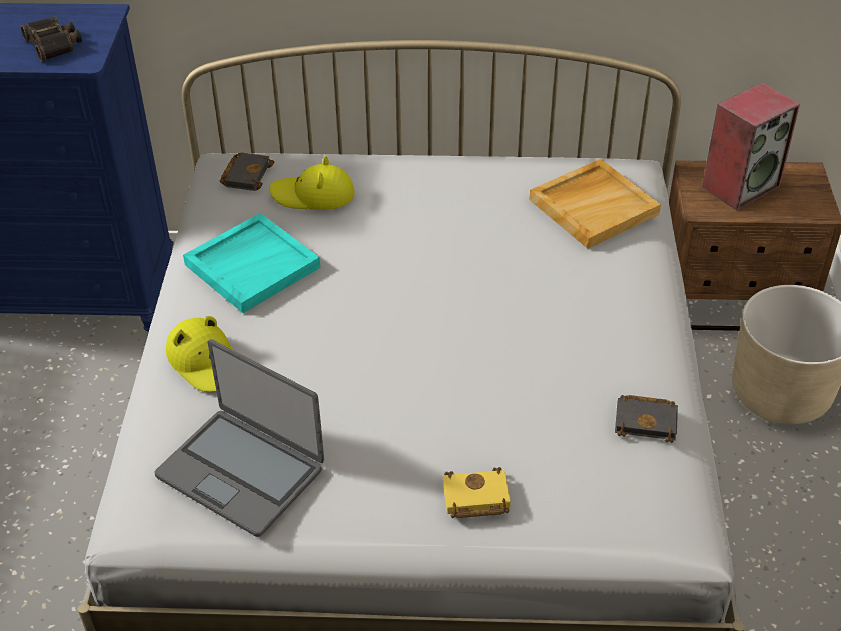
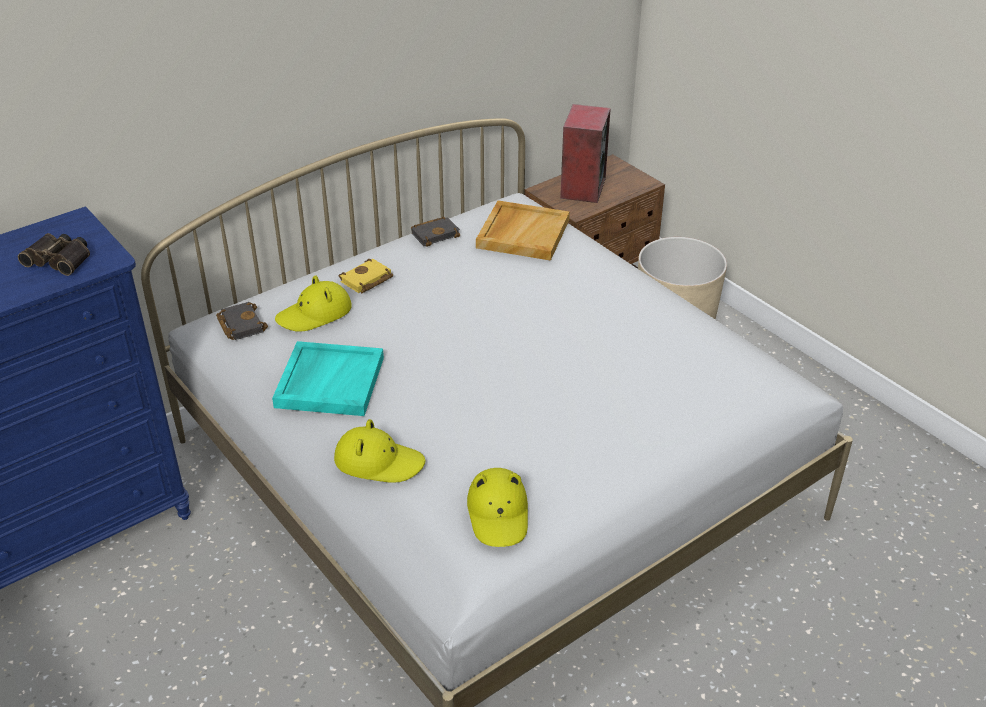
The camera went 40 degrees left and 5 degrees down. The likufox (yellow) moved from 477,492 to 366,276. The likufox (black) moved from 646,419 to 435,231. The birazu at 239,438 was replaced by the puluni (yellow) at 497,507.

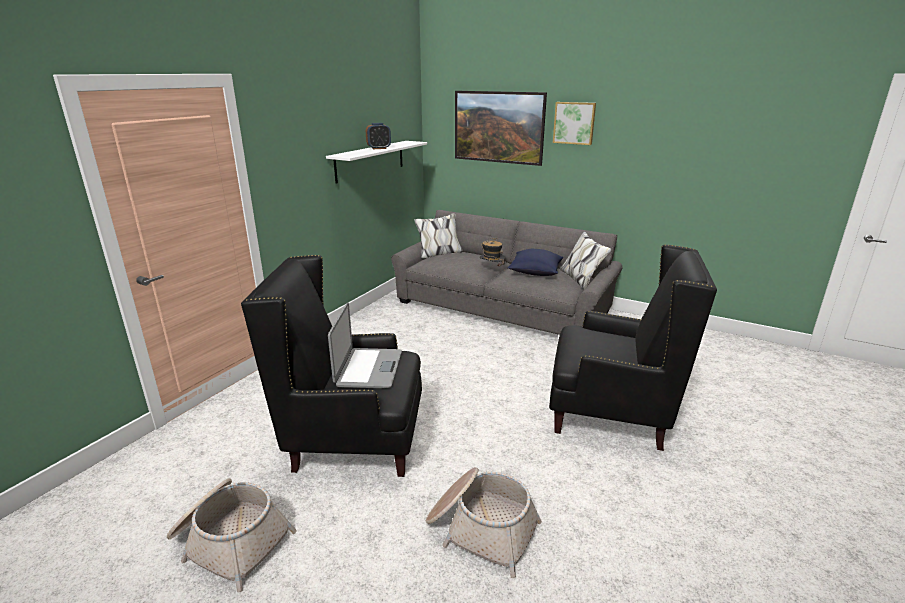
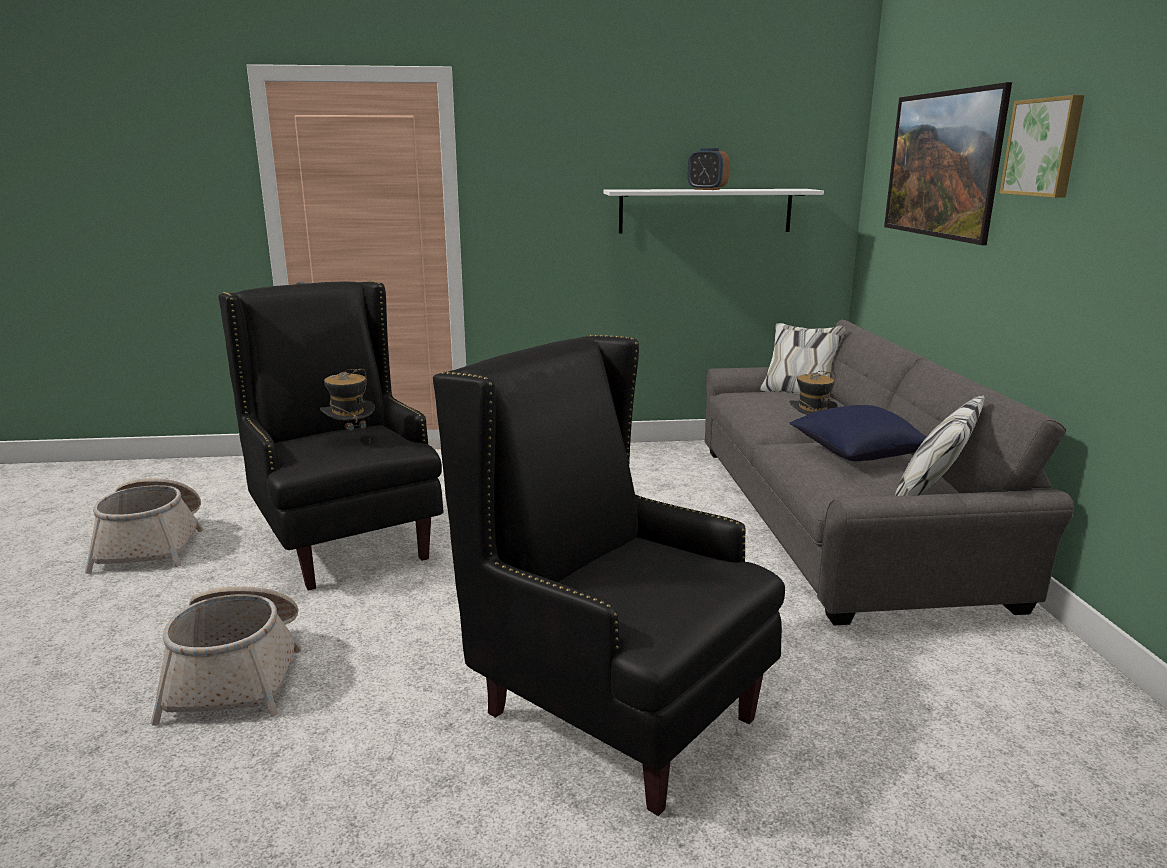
The camera went 55 degrees right and 5 degrees down. The birazu at 365,346 was replaced by the puluni at 347,405. The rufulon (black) at 633,347 turned 150 degrees clockwise.

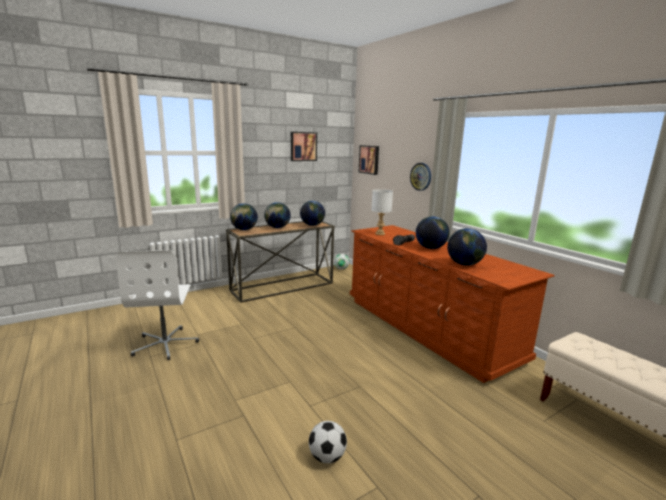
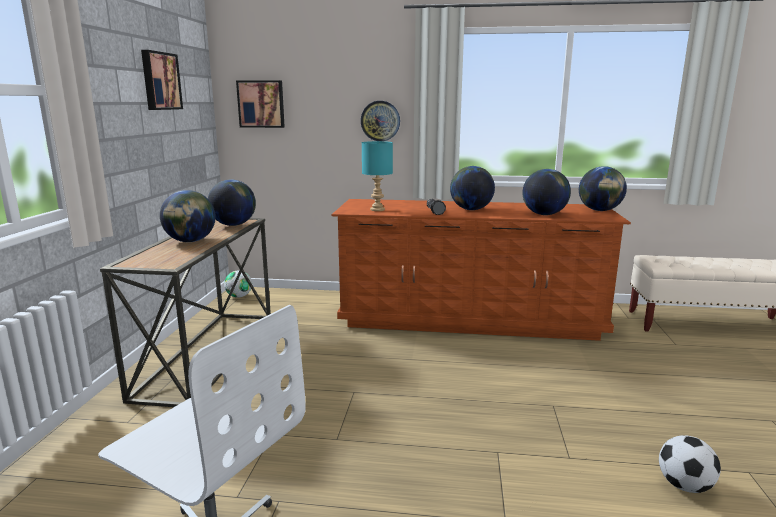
The camera went 50 degrees left and 0 degrees up. The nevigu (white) at 382,212 became the nevigu (turquoise) at 377,176. The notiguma moved from 244,216 to 603,188.

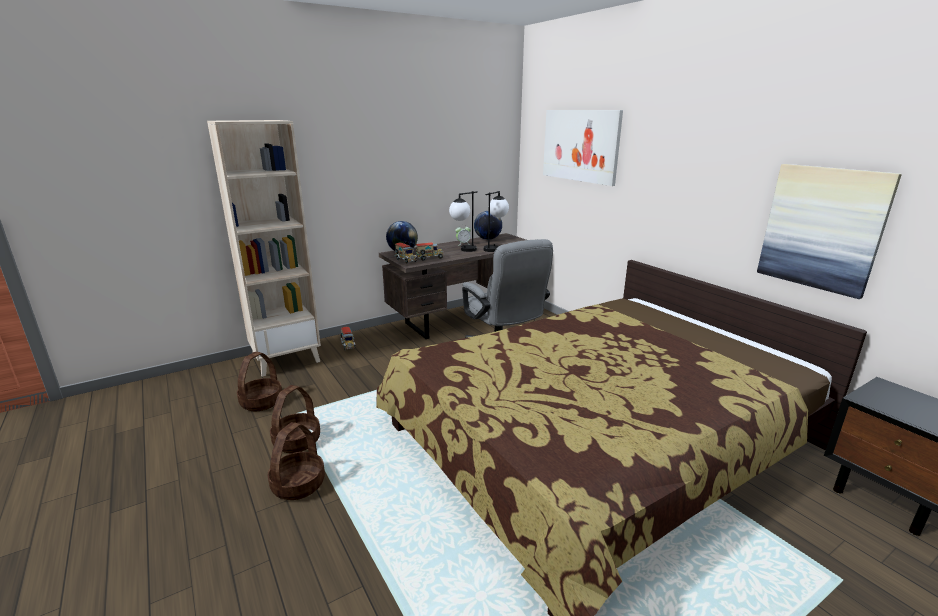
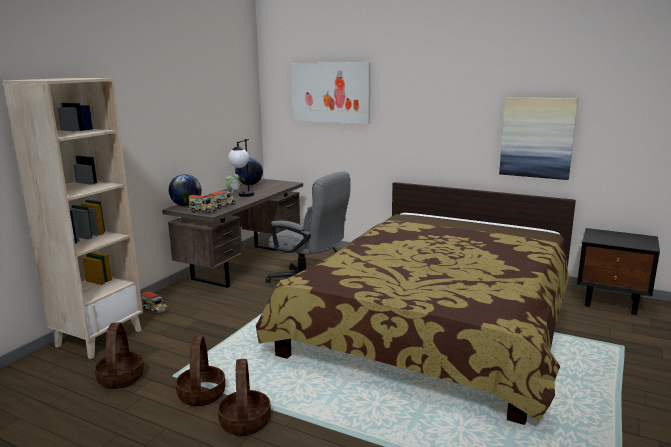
The camera went 30 degrees left and 5 degrees down. The nevigu at 496,221 disappeared.

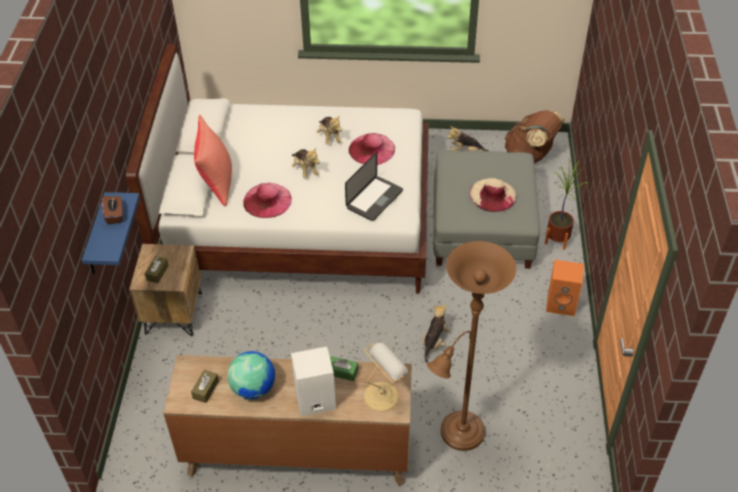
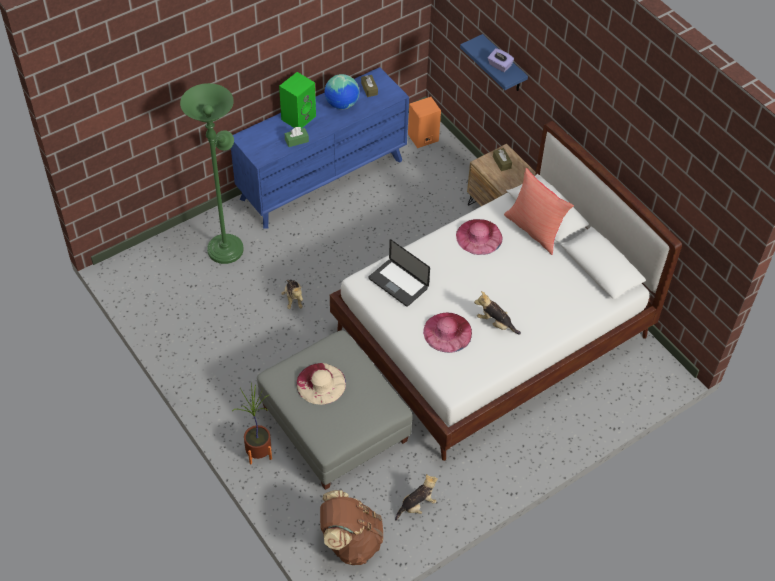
The camera went 140 degrees right and 5 degrees up. The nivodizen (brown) at 471,346 became the nivodizen (green) at 212,173. The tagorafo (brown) at 287,421 became the tagorafo (blue) at 320,148. The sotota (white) at 313,381 became the sotota (green) at 297,100. The birazu at 374,186 turned 45 degrees counterclockwise. The sotota (orange) moved from 565,288 to 424,122. The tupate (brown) at 112,210 became the tupate (purple) at 501,60. The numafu at 306,163 disappeared. The nevigu at 386,377 disappeared.

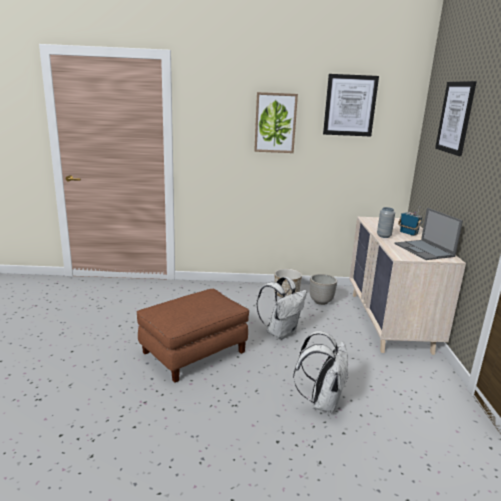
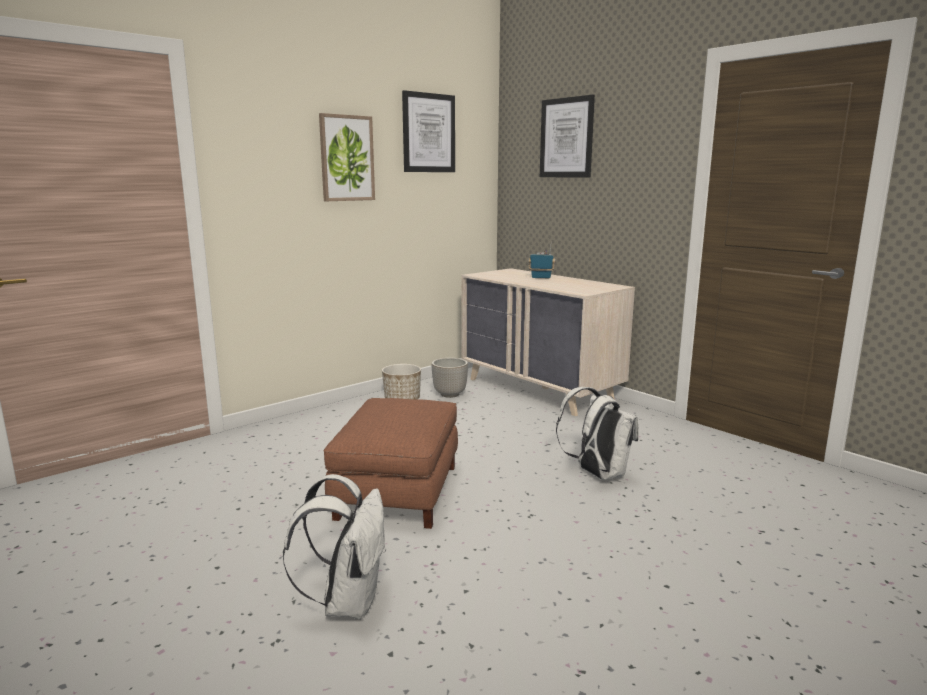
The camera went 40 degrees left and 5 degrees down. The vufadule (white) moved from 281,308 to 334,546. The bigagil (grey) at 386,222 disappeared. The birazu at 428,234 disappeared.

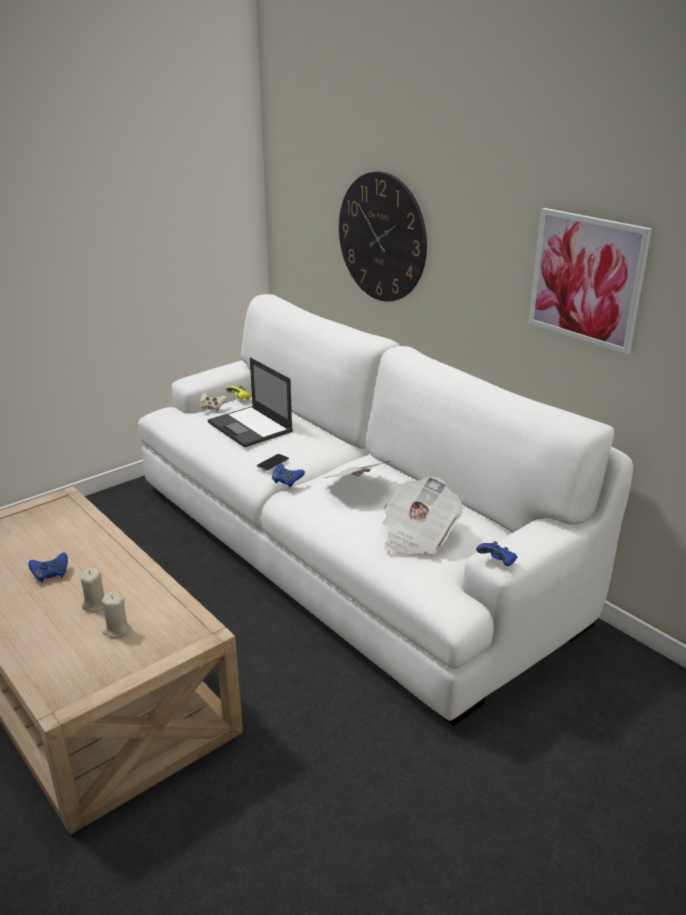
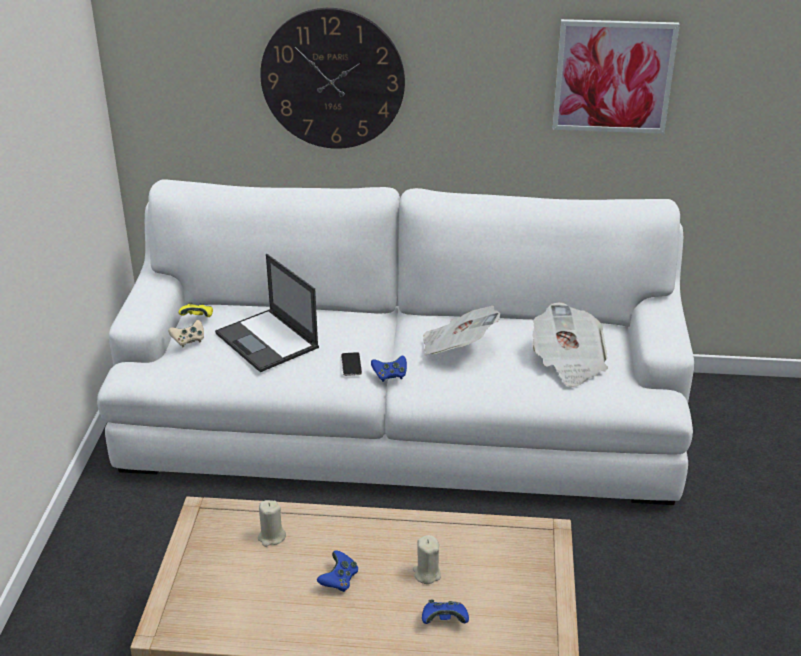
The camera went 45 degrees left and 5 degrees up. The birazu at 250,402 turned 45 degrees clockwise. The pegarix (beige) moved from 116,615 to 272,523. The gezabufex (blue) moved from 496,553 to 445,612.

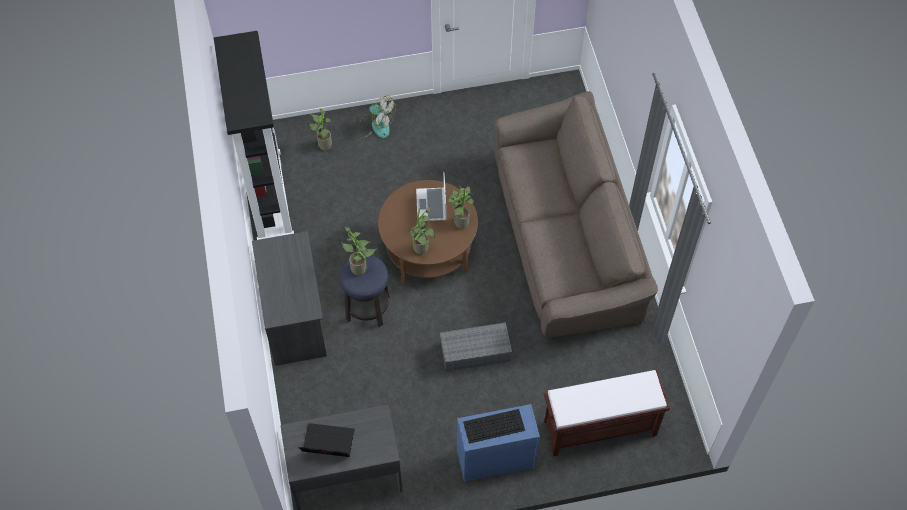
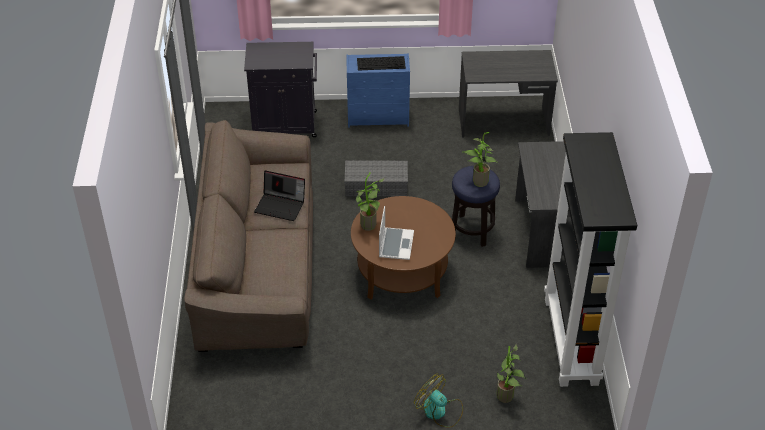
The camera went 170 degrees left and 15 degrees down. The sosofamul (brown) at 607,413 was replaced by the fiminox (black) at 280,89. The birazu moved from 326,440 to 279,195. The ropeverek at 422,230 disappeared.

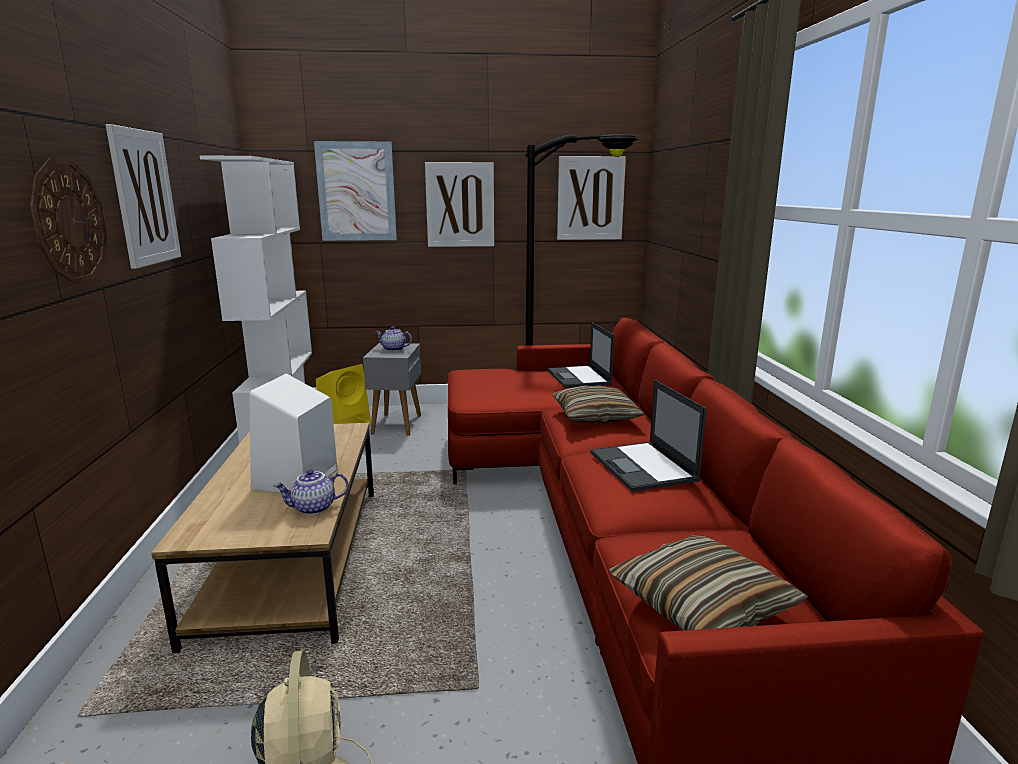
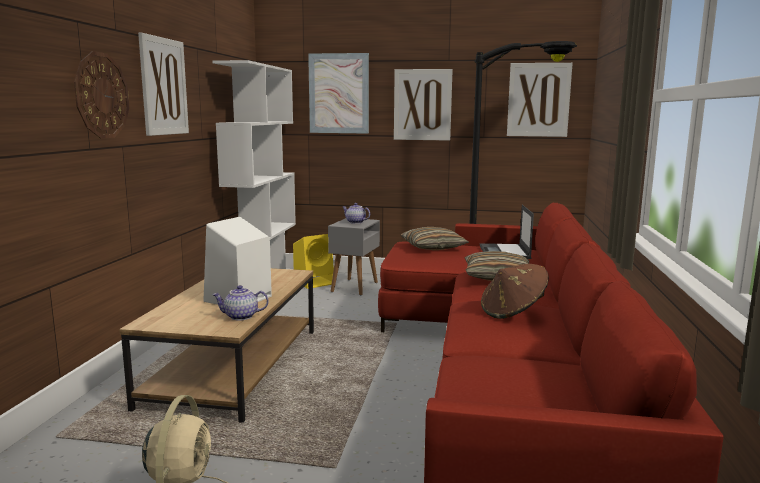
The camera went 15 degrees right and 5 degrees down. The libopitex moved from 708,582 to 434,238. The birazu at 649,436 was replaced by the puluni (brown) at 515,291.

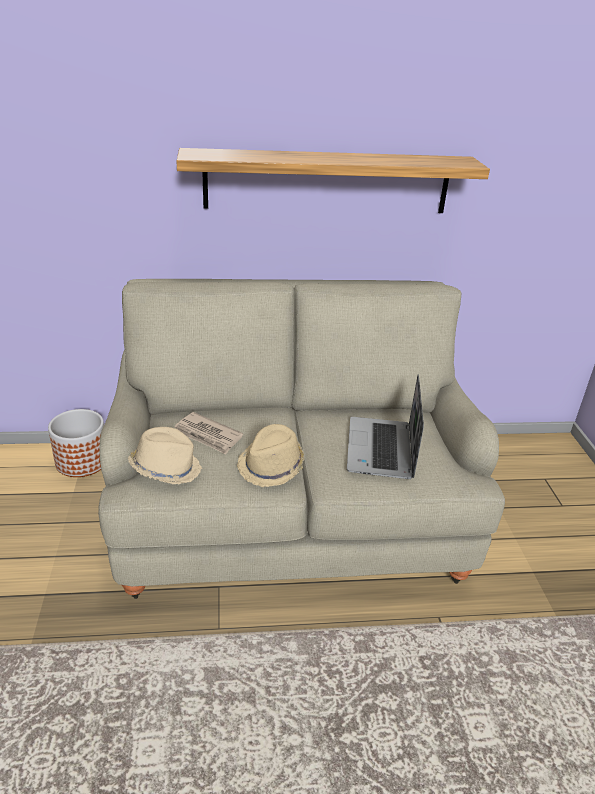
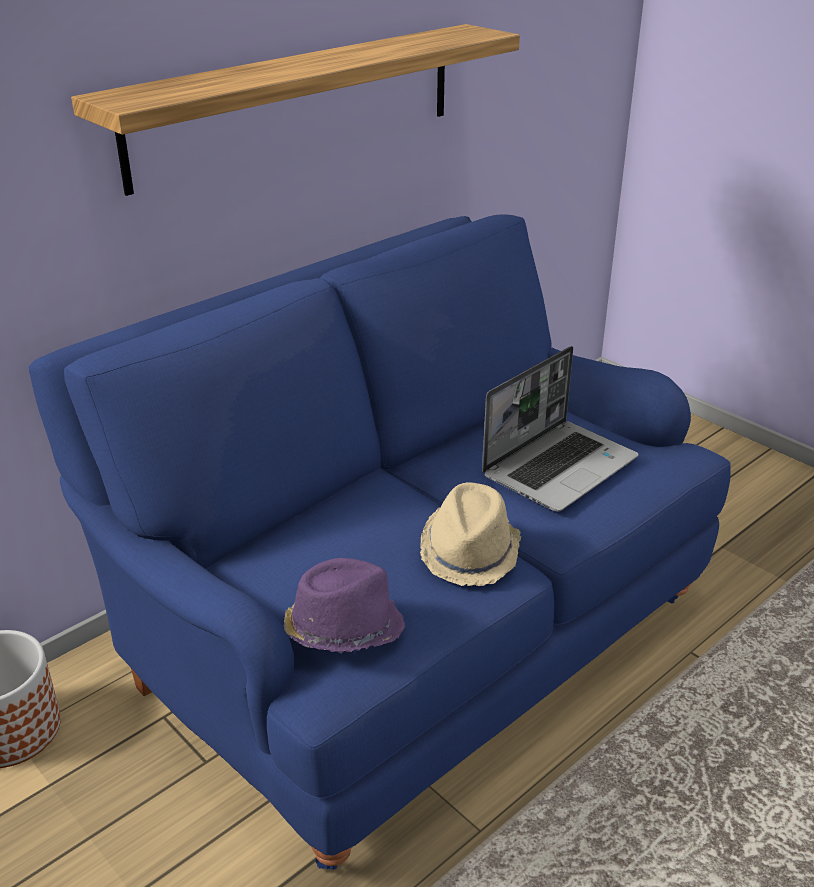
The camera went 35 degrees left and 0 degrees up. The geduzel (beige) at 301,439 became the geduzel (blue) at 379,542. The puluni (beige) at 165,455 became the puluni (purple) at 344,606. The birazu at 385,427 turned 105 degrees counterclockwise. The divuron at 208,433 disappeared.

